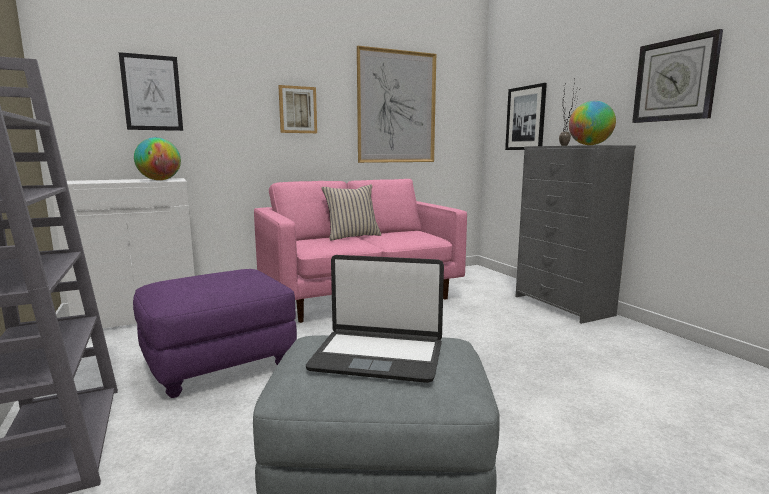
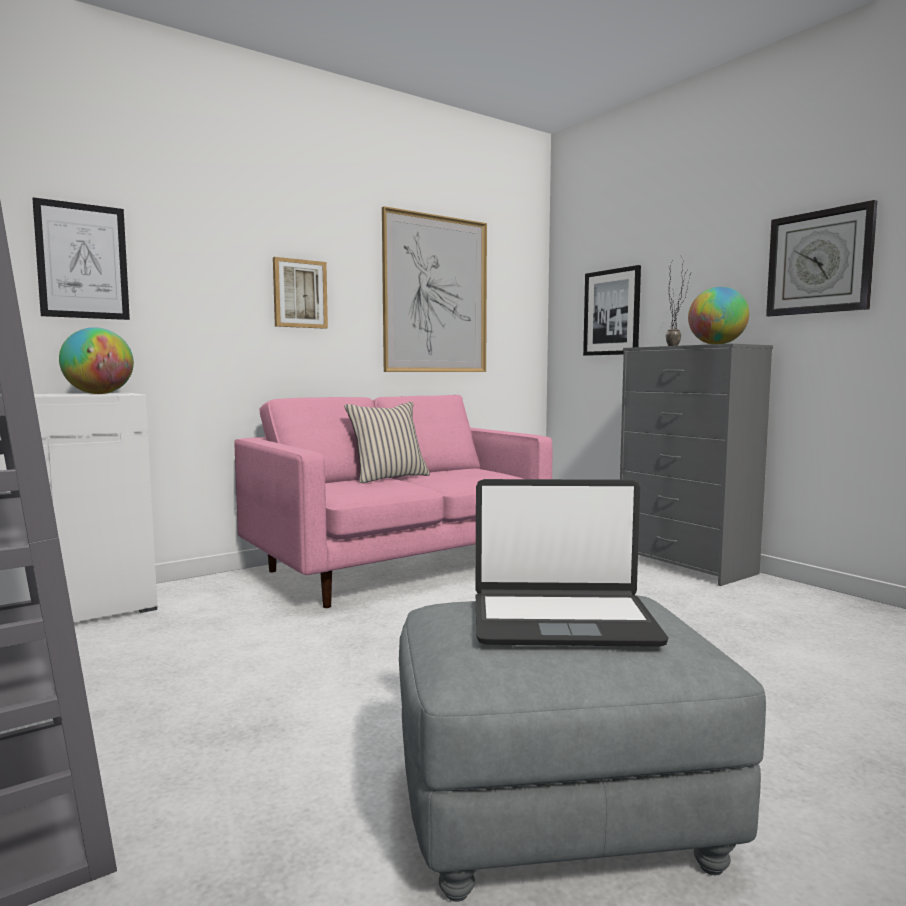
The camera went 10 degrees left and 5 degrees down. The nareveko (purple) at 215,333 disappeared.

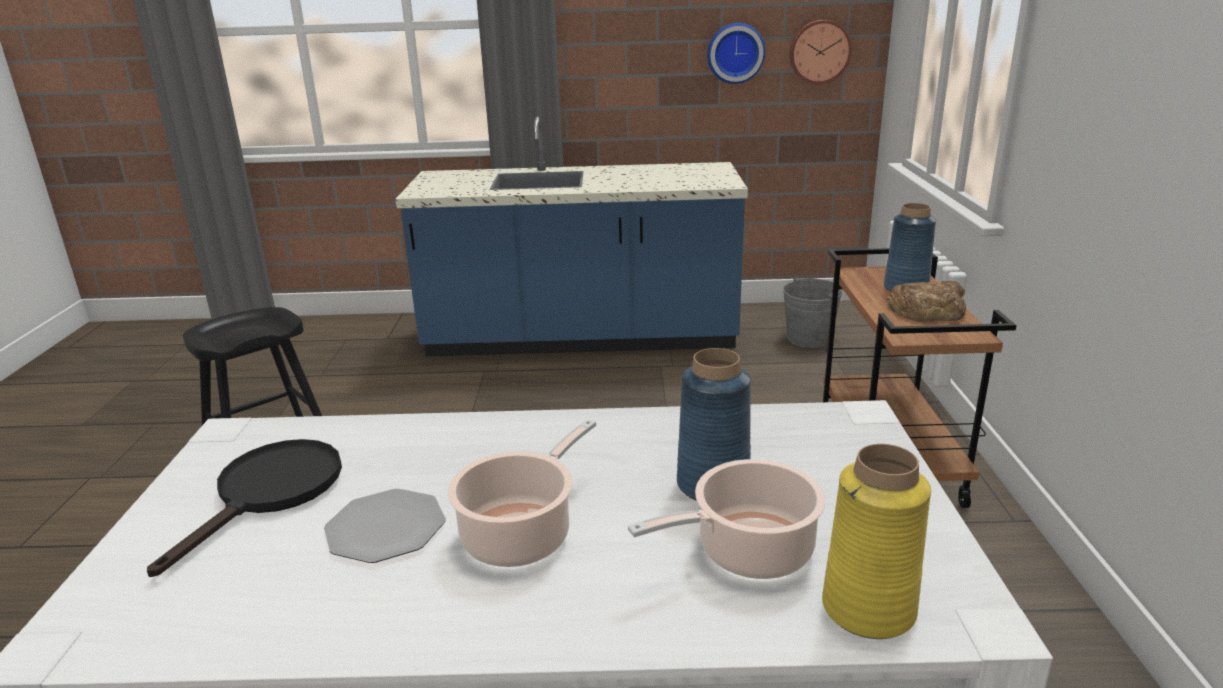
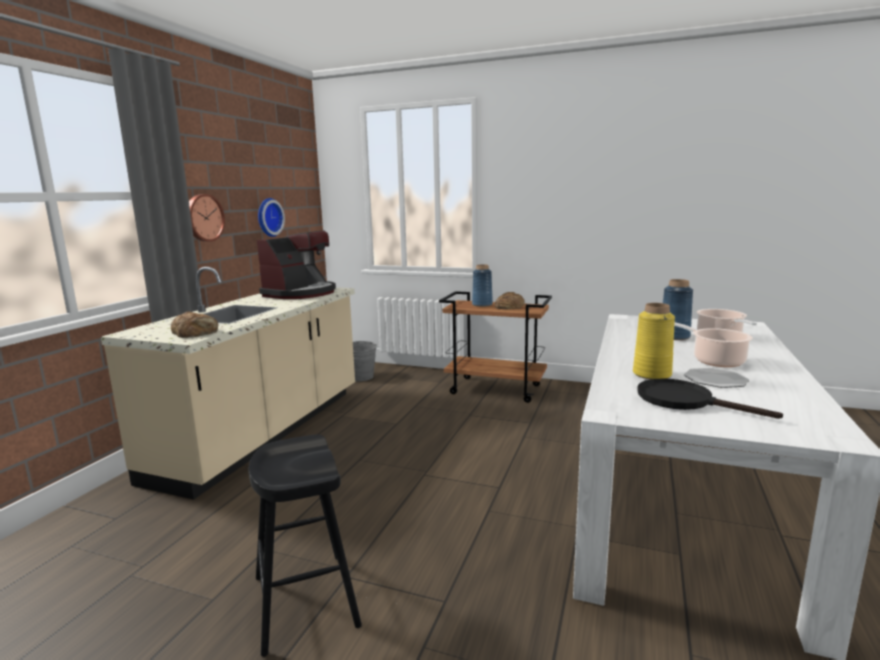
The camera went 70 degrees left and 10 degrees down. The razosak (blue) at 571,236 became the razosak (beige) at 228,383. The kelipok at 194,324 appeared. The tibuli moved from 820,52 to 207,218. The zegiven at 296,265 appeared. The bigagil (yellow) moved from 876,541 to 654,341.

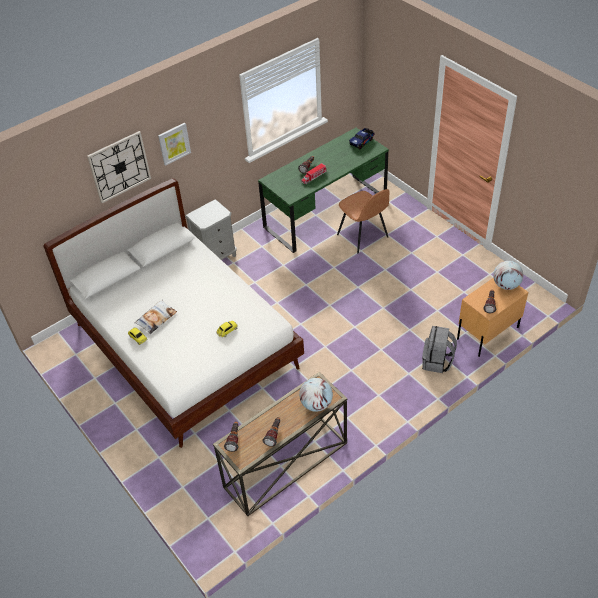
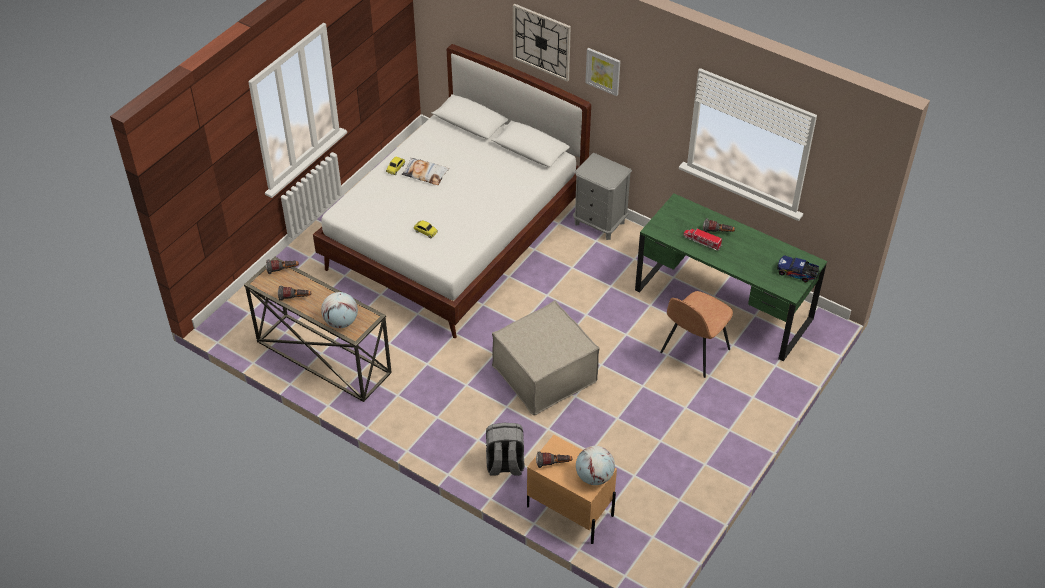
The camera went 70 degrees right and 0 degrees up. The nareveko (beige) at 546,357 appeared.

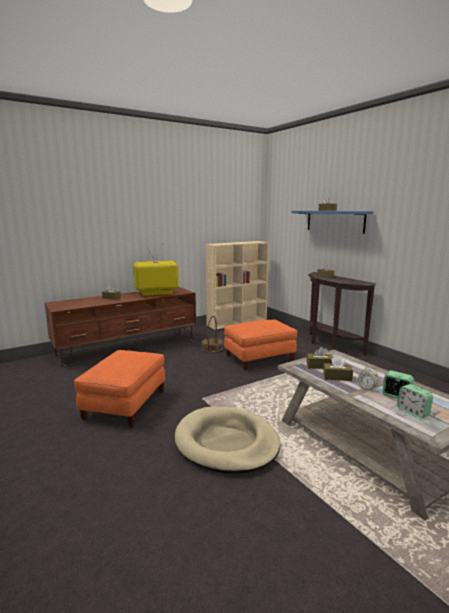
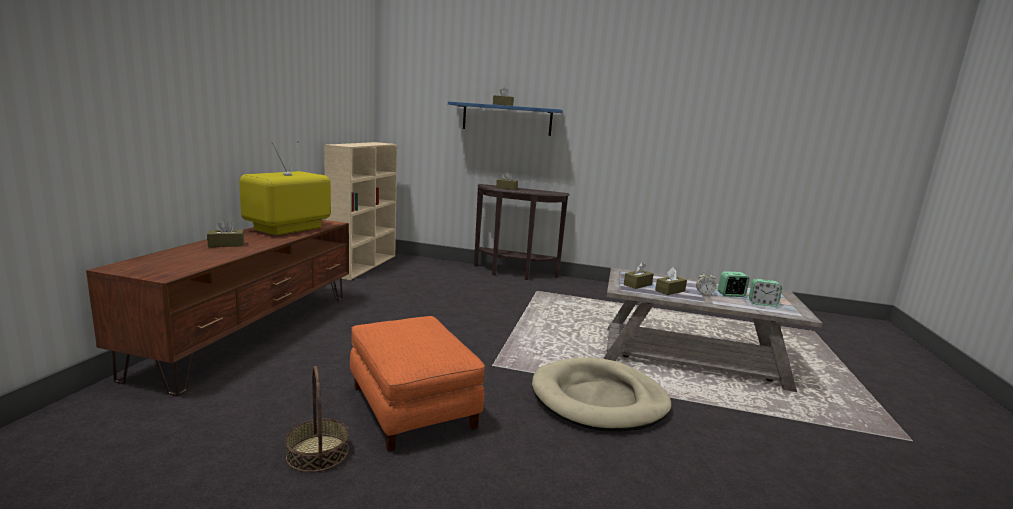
The camera went 45 degrees left and 0 degrees up. The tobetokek moved from 212,334 to 317,419. The nareveko (orange) at 261,344 disappeared.

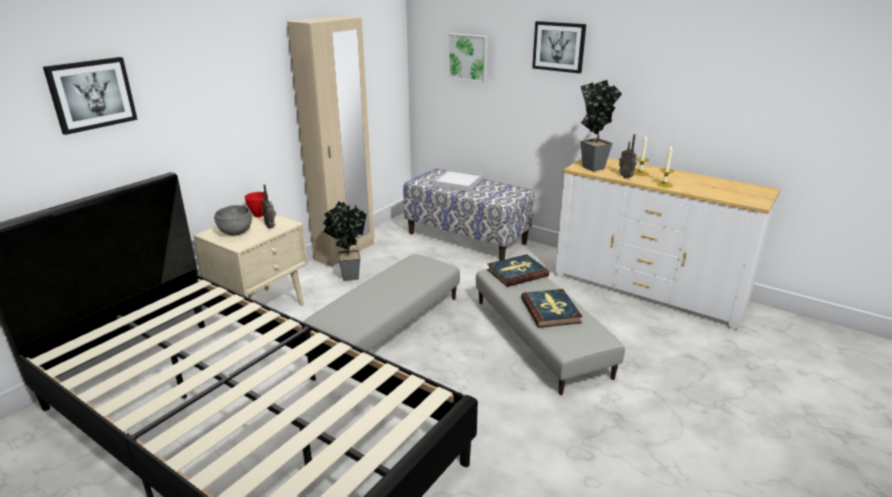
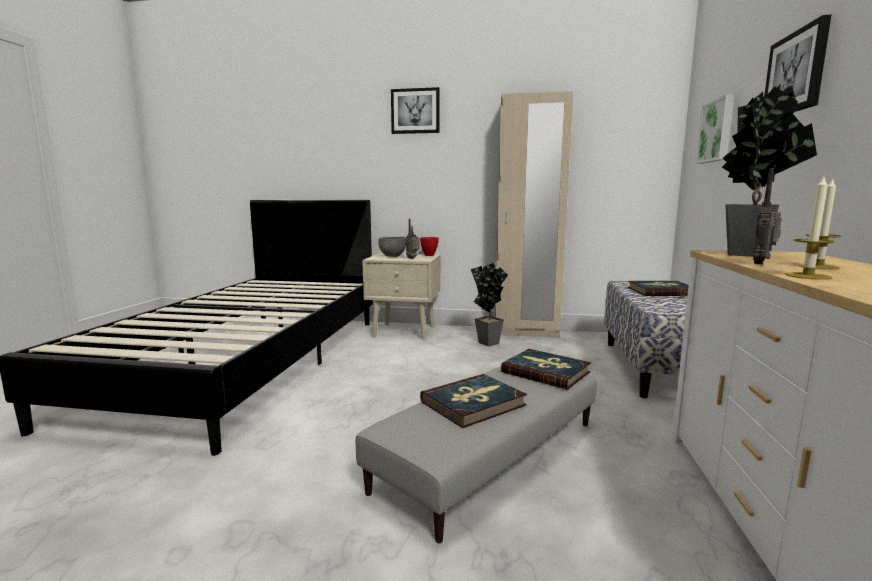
The camera went 65 degrees right and 15 degrees down. The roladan moved from 90,96 to 415,110. The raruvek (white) at 458,180 was replaced by the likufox at 658,288. The nareveko (grey) at 381,303 disappeared.

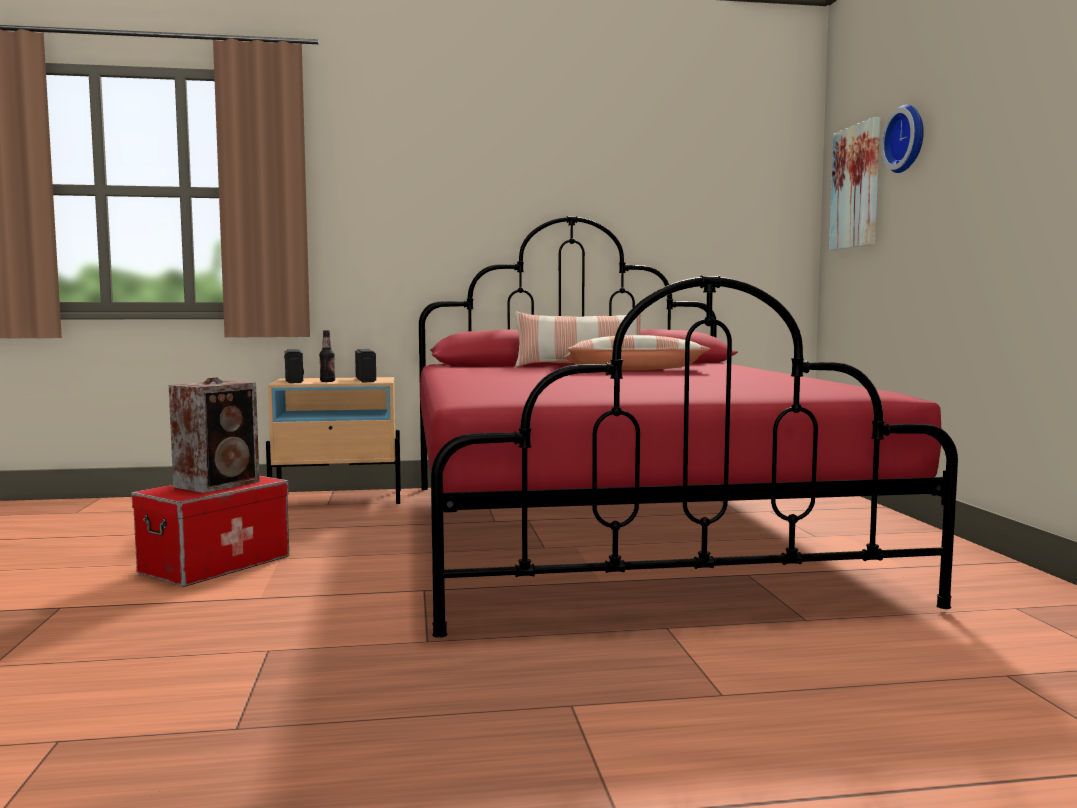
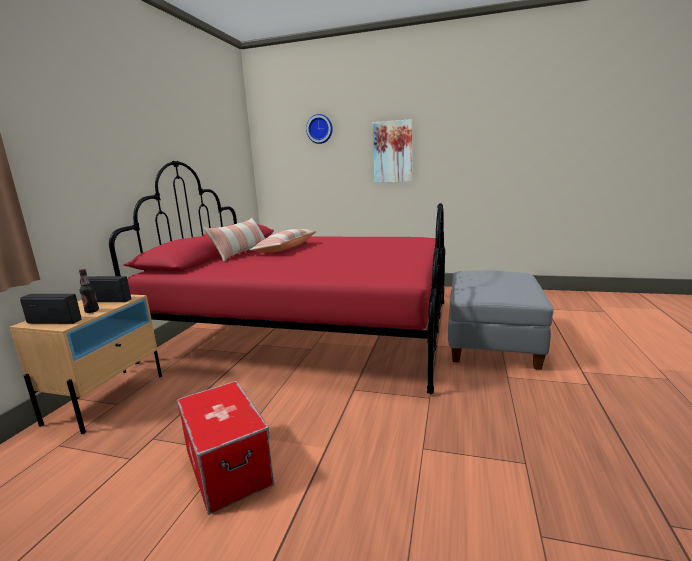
The camera went 65 degrees left and 10 degrees up. The roladan moved from 854,183 to 392,151. The nareveko (grey) at 501,320 appeared. The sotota at 214,435 disappeared.

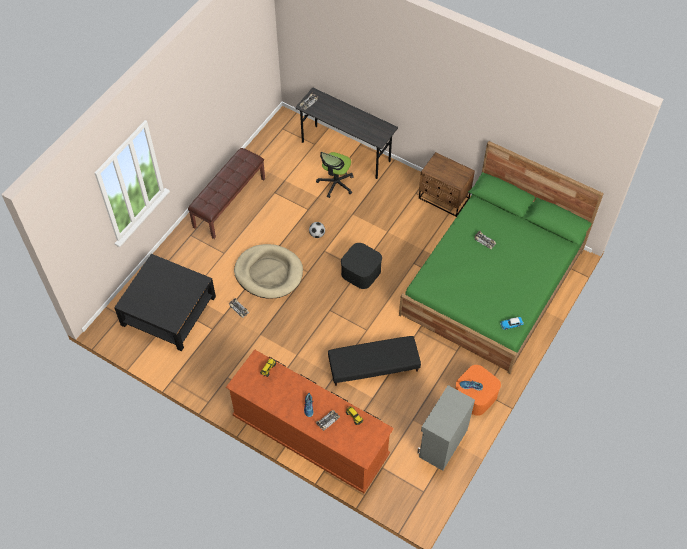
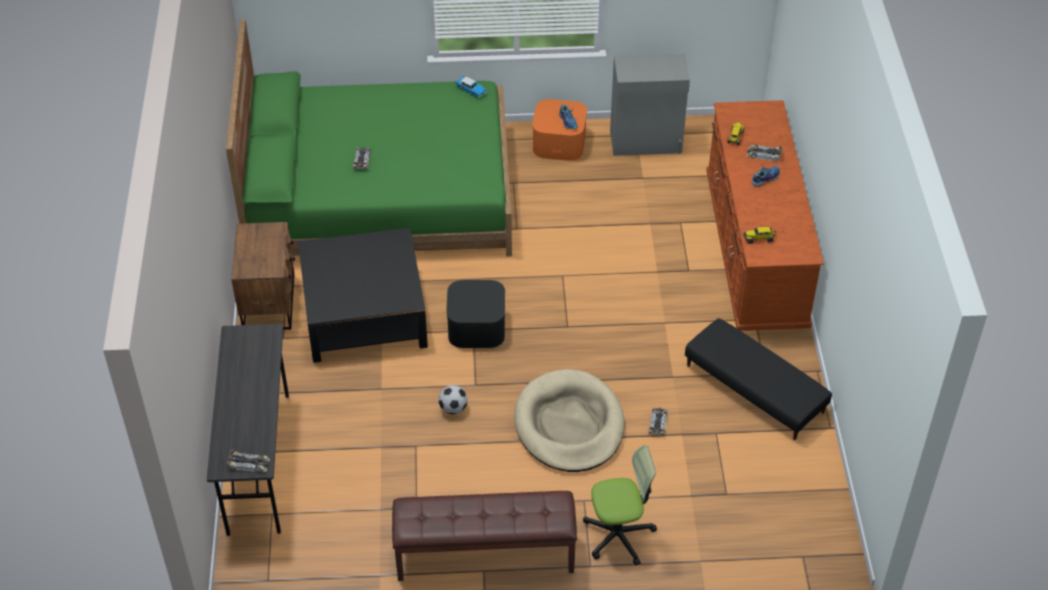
The camera went 125 degrees left and 10 degrees down. The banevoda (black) moved from 165,302 to 363,295. The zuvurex moved from 334,175 to 620,505. The nareveko (black) moved from 374,361 to 758,379.

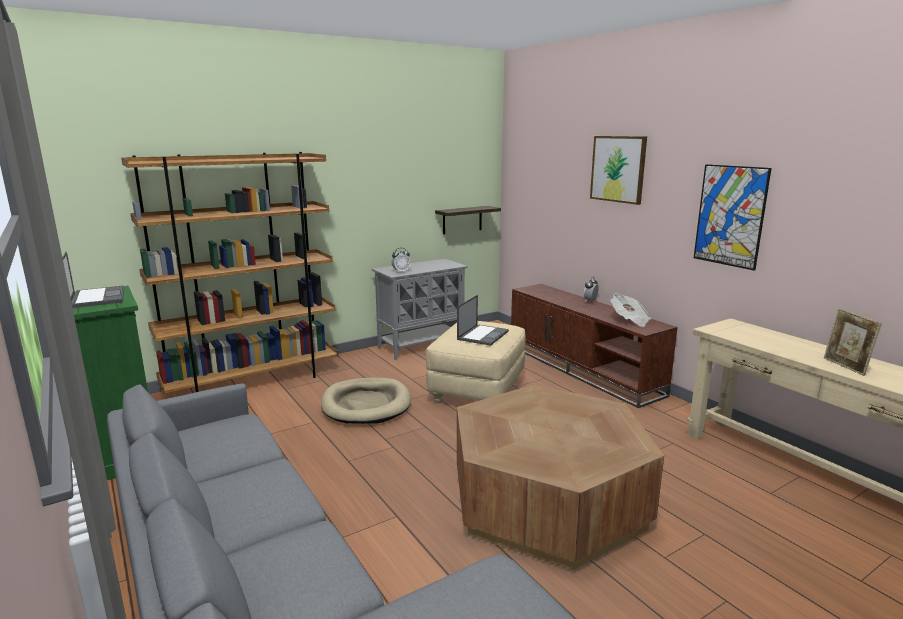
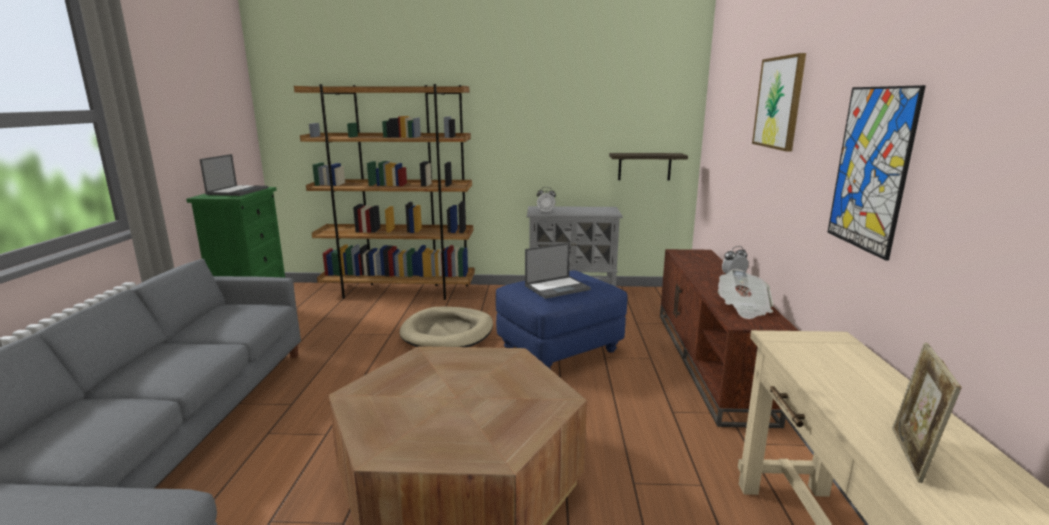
The camera went 35 degrees right and 0 degrees up. The nareveko (beige) at 475,362 became the nareveko (blue) at 561,319.

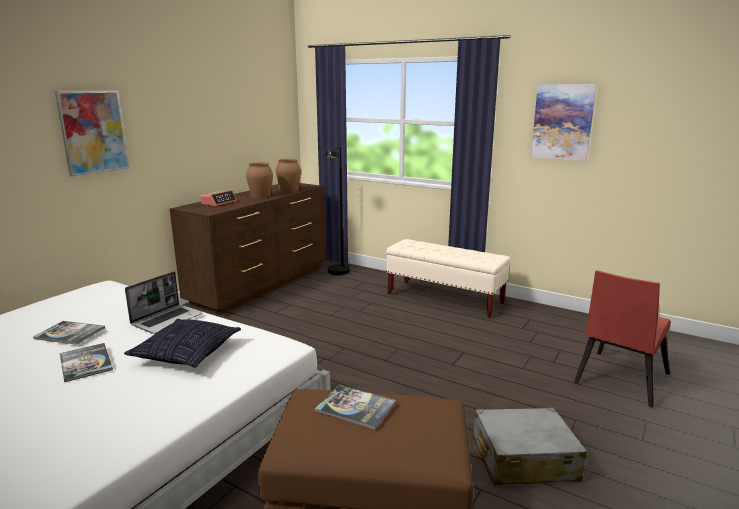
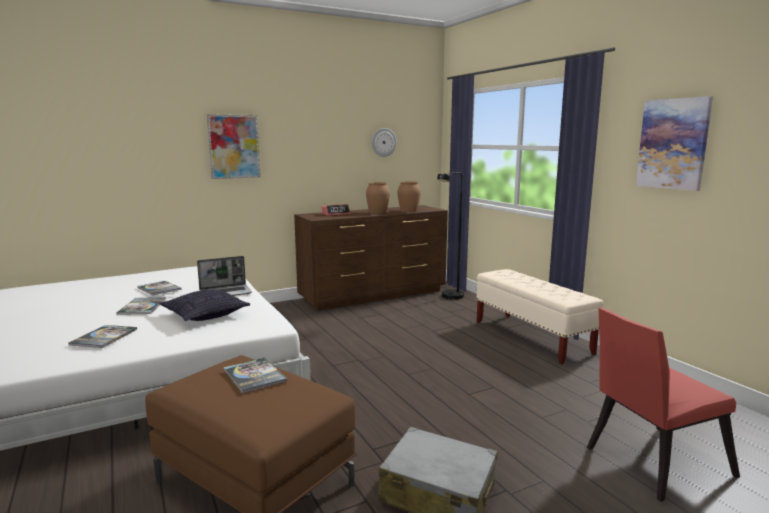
The camera went 30 degrees right and 5 degrees down. The likufox at 102,336 appeared. The tibuli at 384,142 appeared.

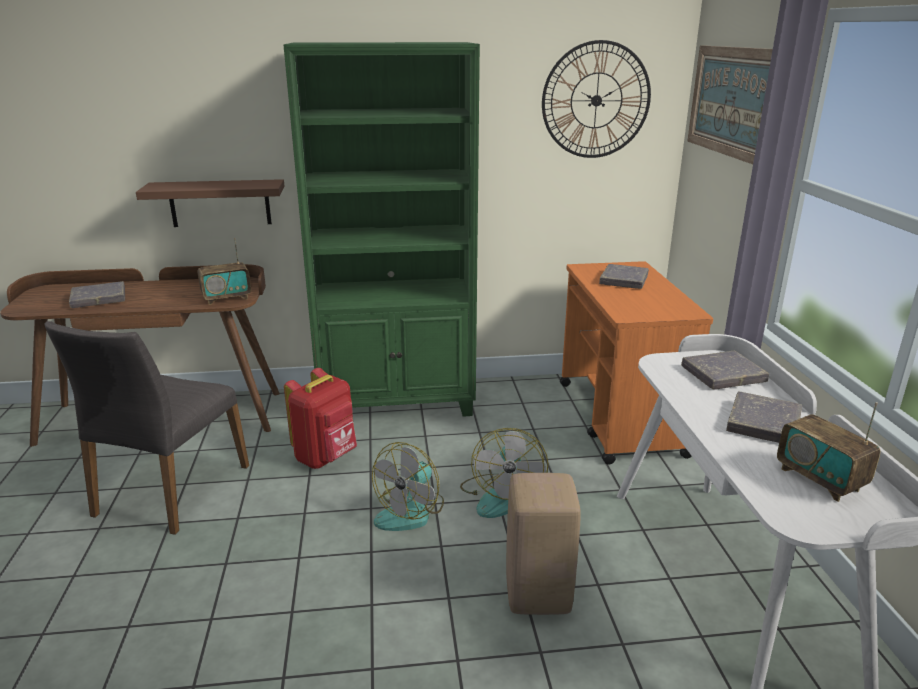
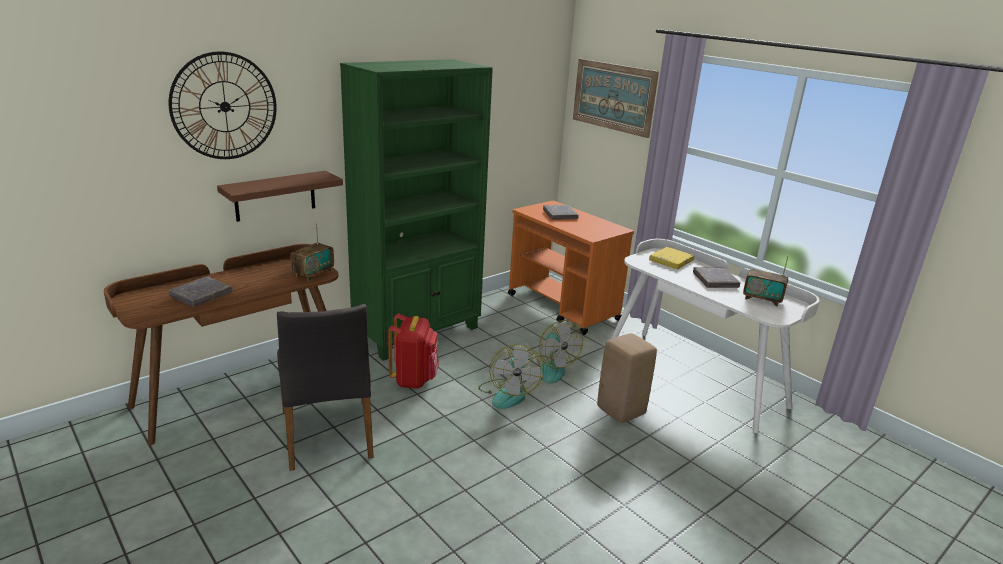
The camera went 35 degrees left and 0 degrees up. The tibuli moved from 596,99 to 223,105. The likufox (grey) at 725,370 became the likufox (yellow) at 672,258.

